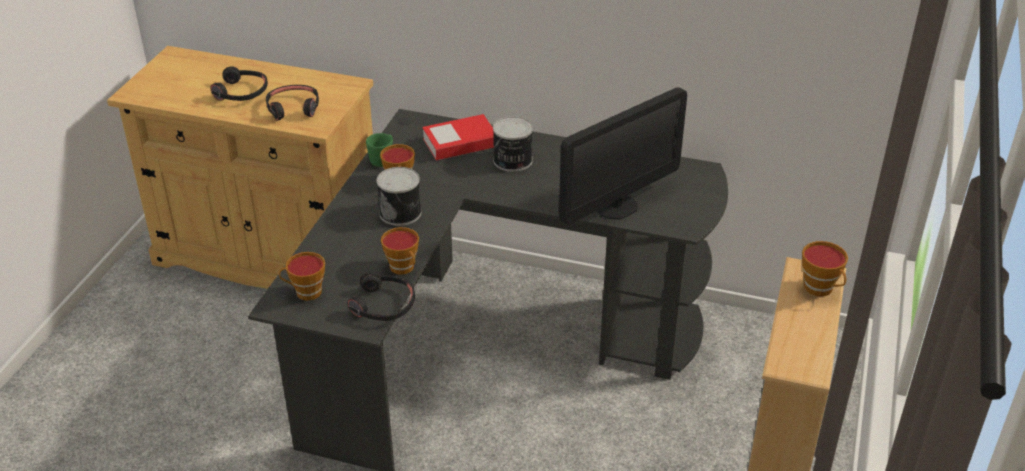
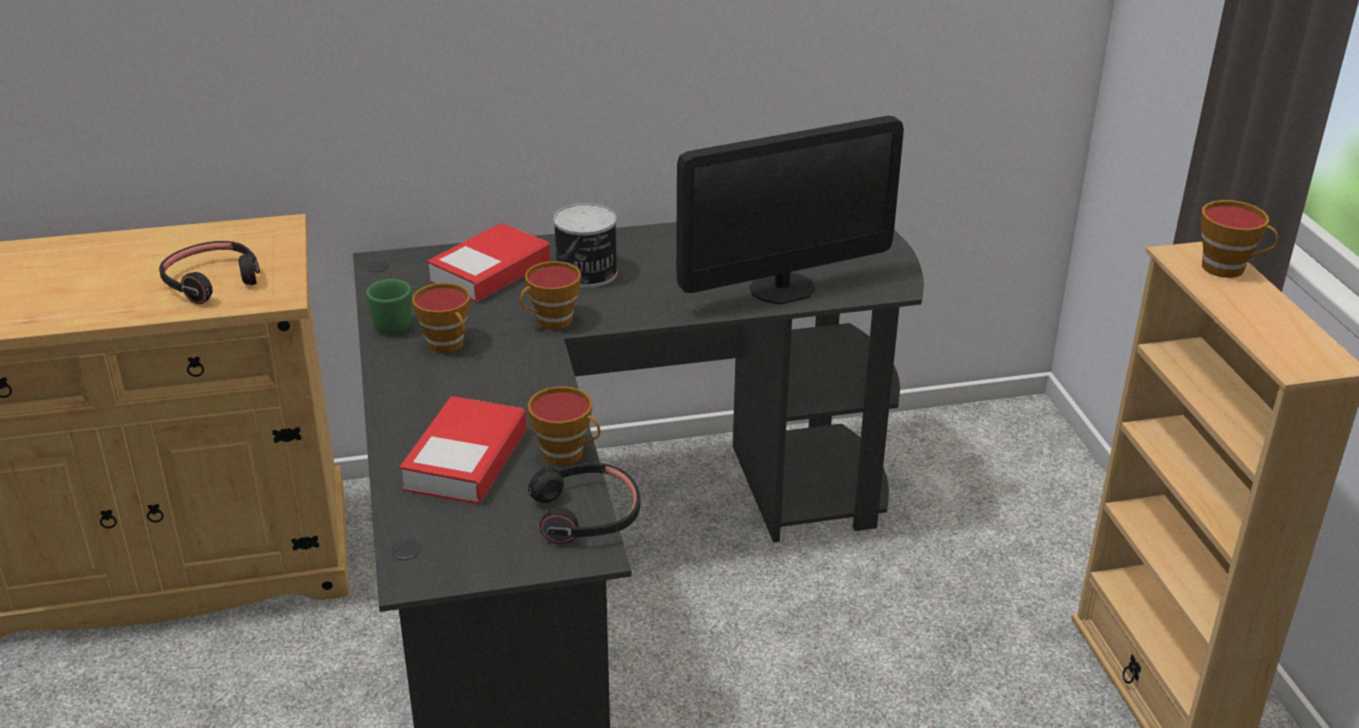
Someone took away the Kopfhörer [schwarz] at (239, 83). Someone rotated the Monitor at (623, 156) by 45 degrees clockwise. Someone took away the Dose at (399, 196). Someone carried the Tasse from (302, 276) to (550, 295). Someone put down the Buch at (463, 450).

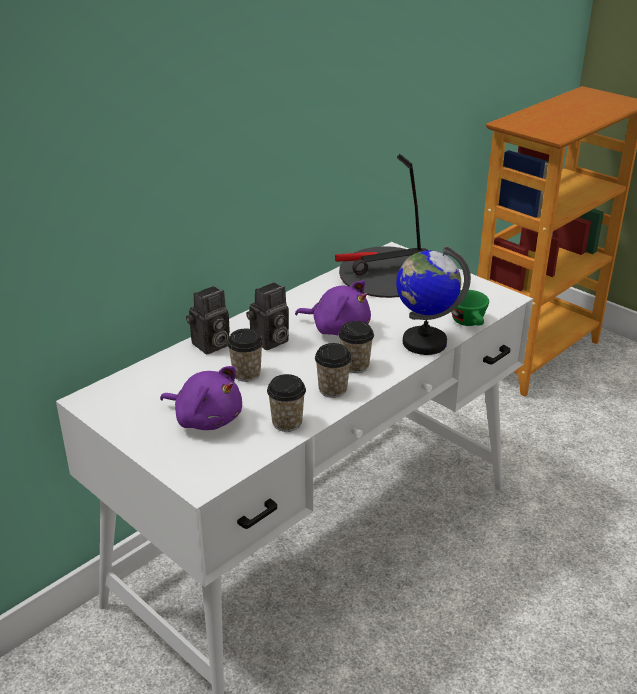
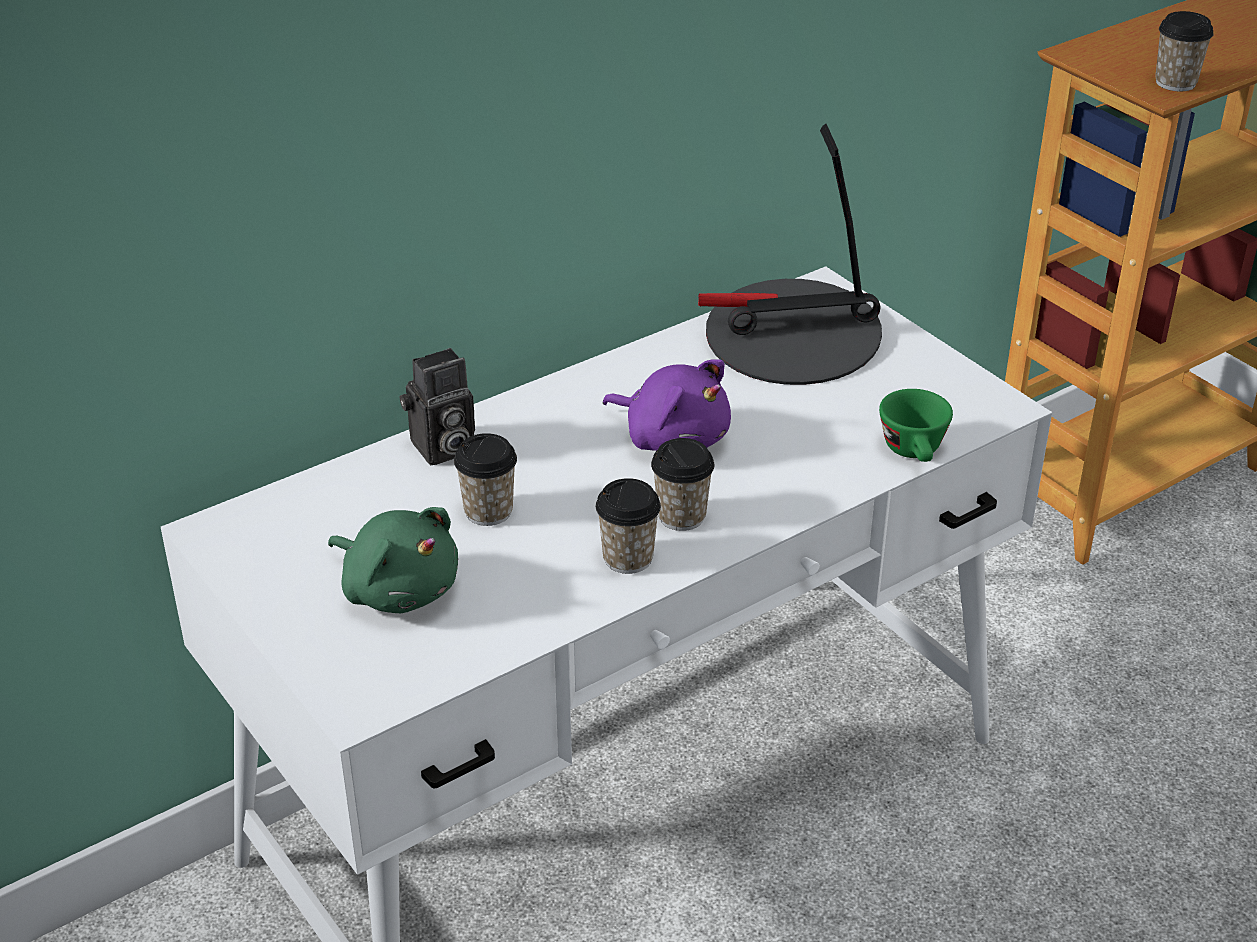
Someone took away the Globus at (433, 300). Someone took away the Kamera at (267, 316). Someone repainted the Plüschtier [lila] at (201, 398), which became the Plüschtier [grün] at (393, 560). Someone carried the Tasse from (286, 403) to (1184, 51).

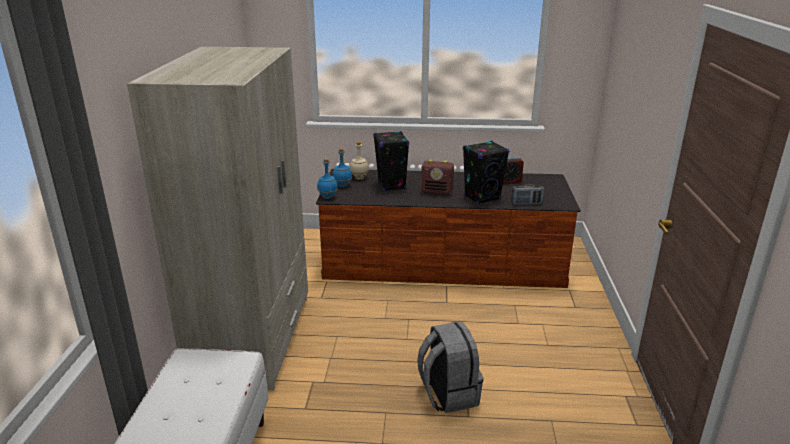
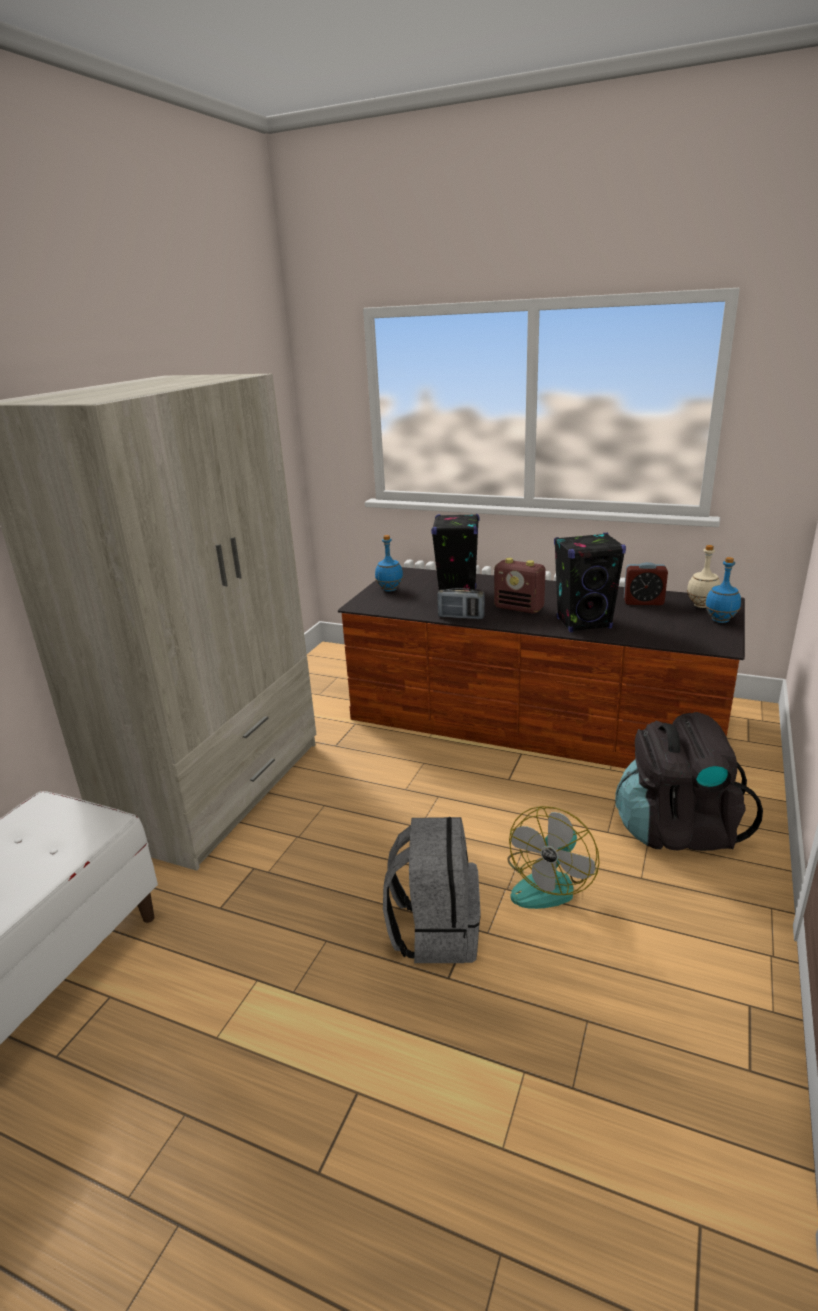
Someone carried the Flasche [beige] from (359, 161) to (704, 576). Someone carried the Flasche [blau] from (327, 179) to (723, 590). Someone carried the Radio from (527, 195) to (461, 603). Someone put down the Rucksack [schwarz] at (689, 781). Someone put down the Ventilator at (553, 857).

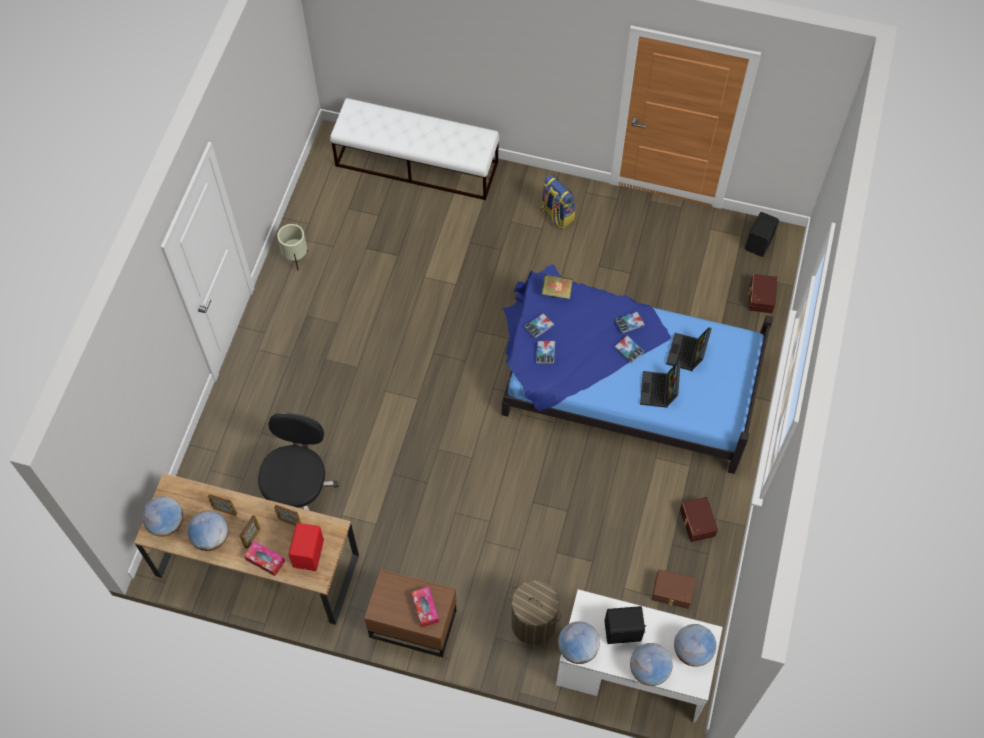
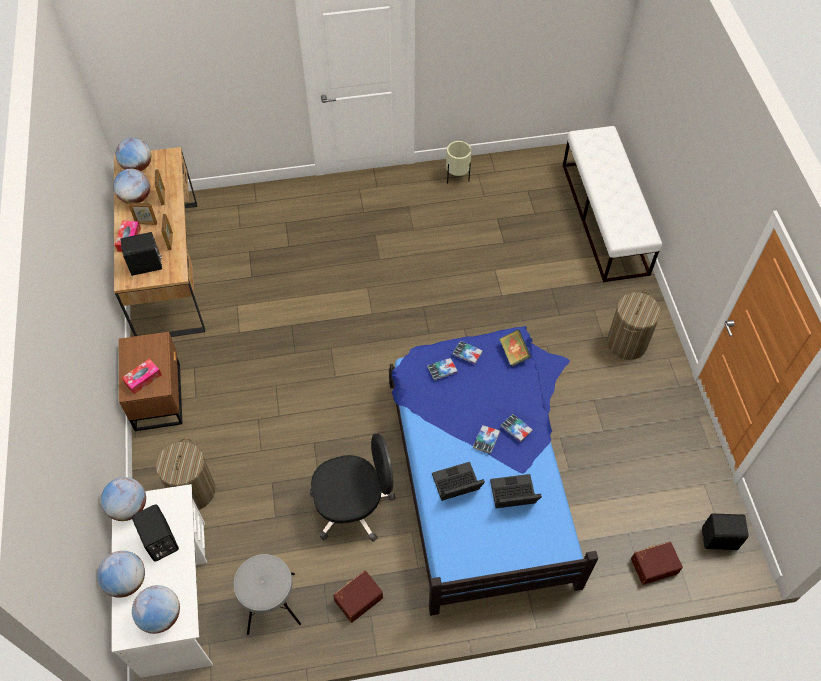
Someone swapped the Rucksack at (557, 201) for the Wäschekorb at (634, 325). Someone carried the Bürostuhl [schwarz] from (298, 461) to (352, 487). Someone repainted the Lautsprecher [rot] at (306, 547), which became the Lautsprecher [schwarz] at (141, 254). Someone swapped the Aufbewahrungsbox [braun] at (674, 589) for the Hocker [grau] at (267, 594).

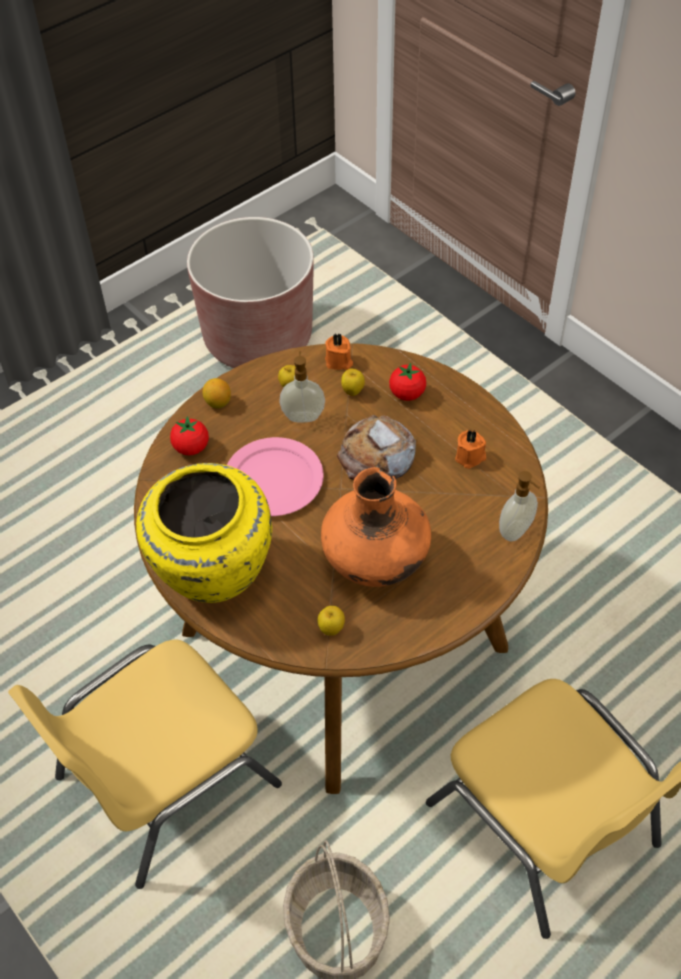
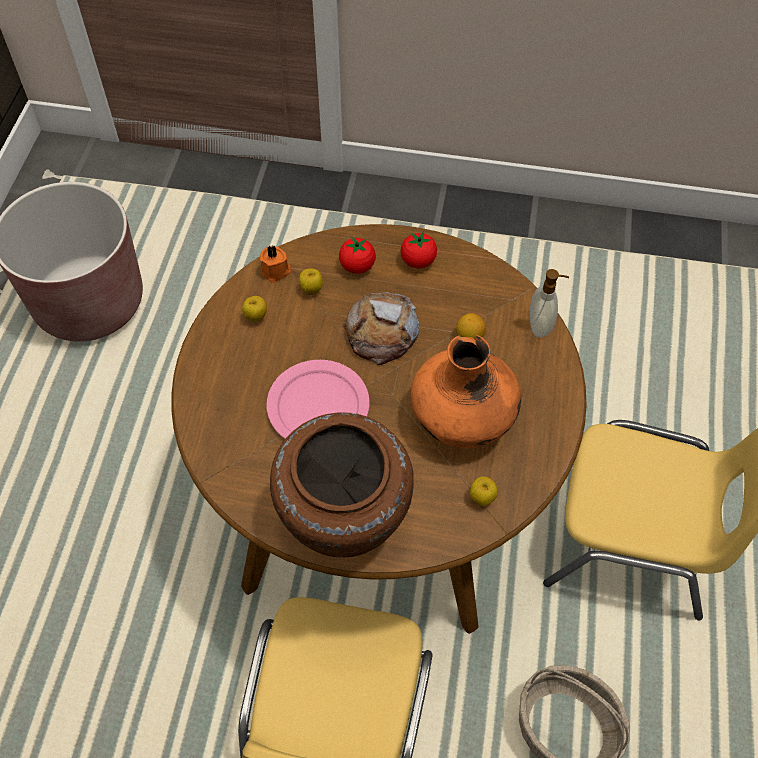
Someone took away the Seifenspender at (302, 386). Someone carried the Zitrone from (216, 393) to (471, 326). Someone carried the Tomate from (189, 435) to (419, 249). Someone took away the Kerze [orange] at (470, 449). Someone repainted the Vase [gelb] at (204, 533), which became the Vase [braun] at (342, 484).

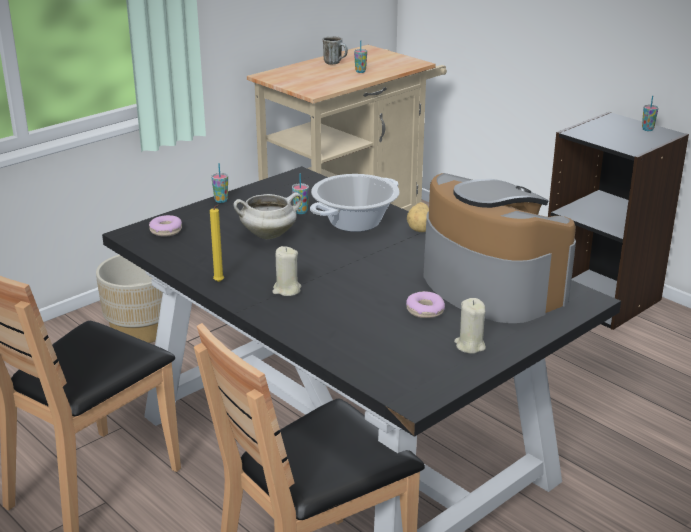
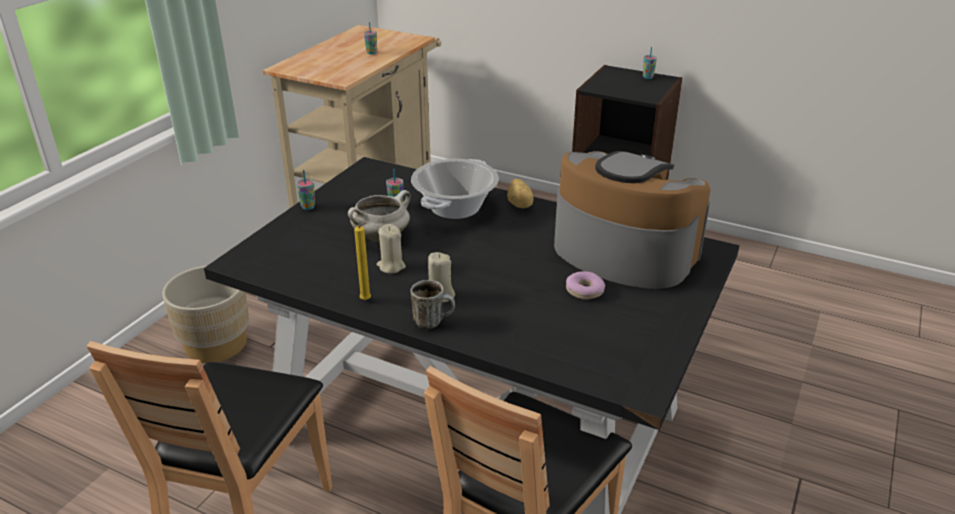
Someone carried the Henkelbecher from (335, 50) to (432, 304). Someone took away the Donut at (165, 226). Someone carried the Kerze [beige] from (470, 326) to (391, 248).

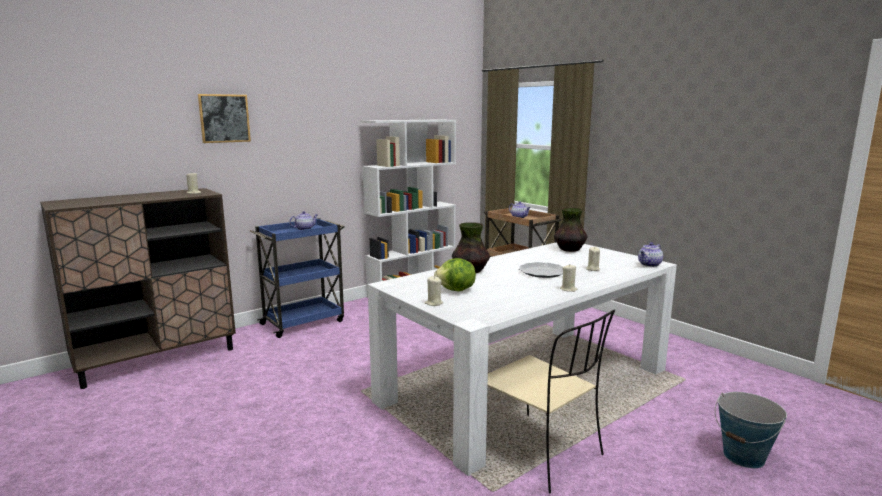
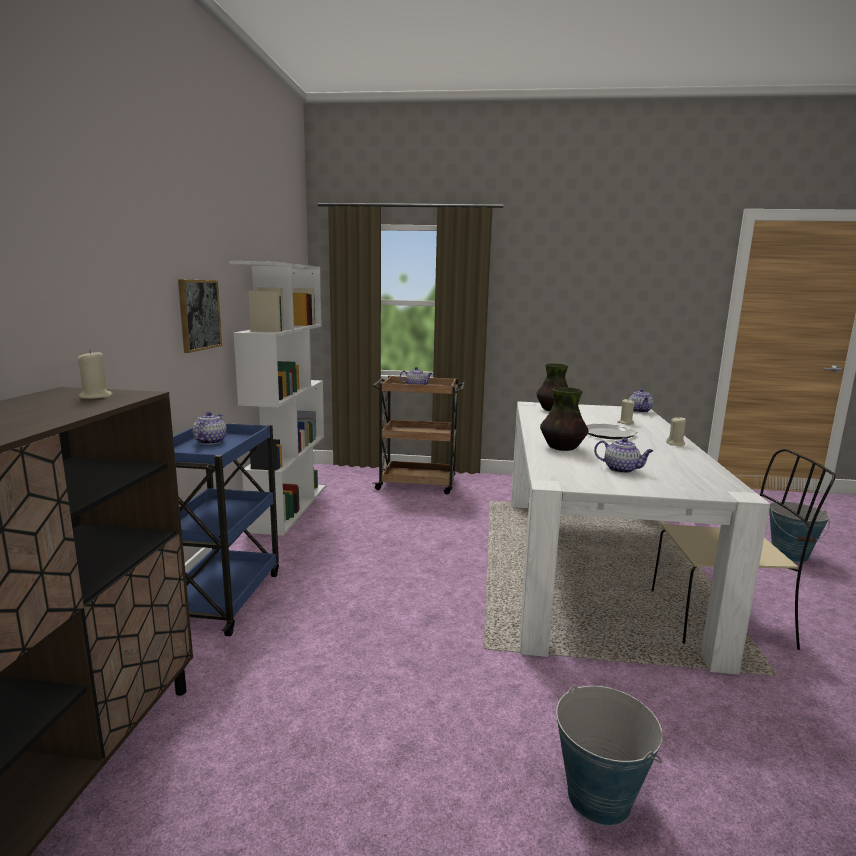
Someone carried the Bild from (224, 118) to (200, 316). Someone swapped the Salatkopf at (455, 274) for the Teekanne at (623, 455). Someone took away the Kerze [beige] at (434, 291). Someone put down the Eimer at (609, 756).

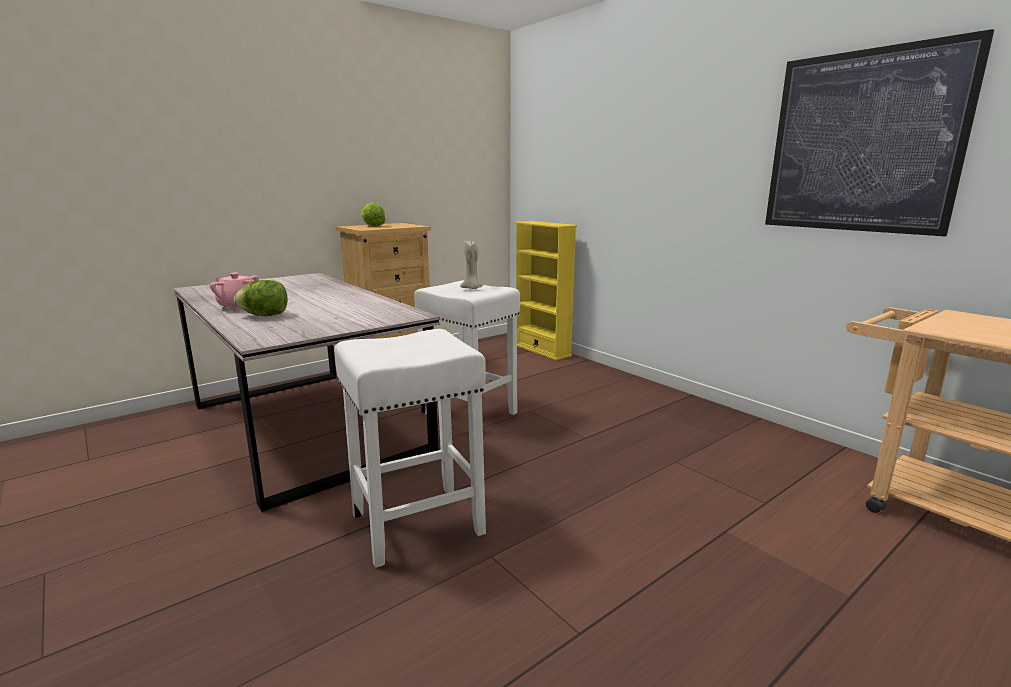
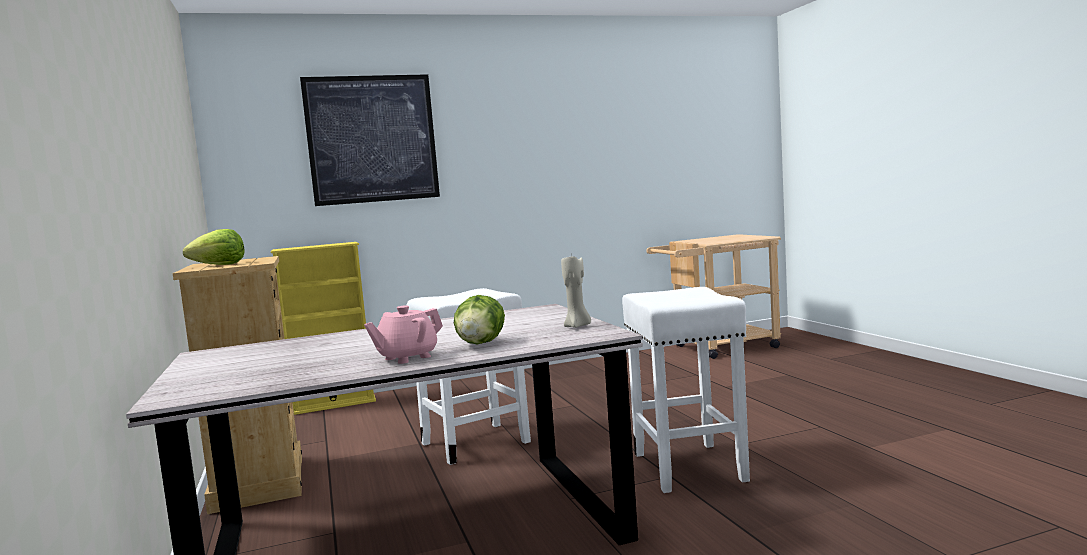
Someone carried the Bild from (879, 132) to (370, 140). Someone carried the Kerze [beige] from (471, 265) to (576, 292).

